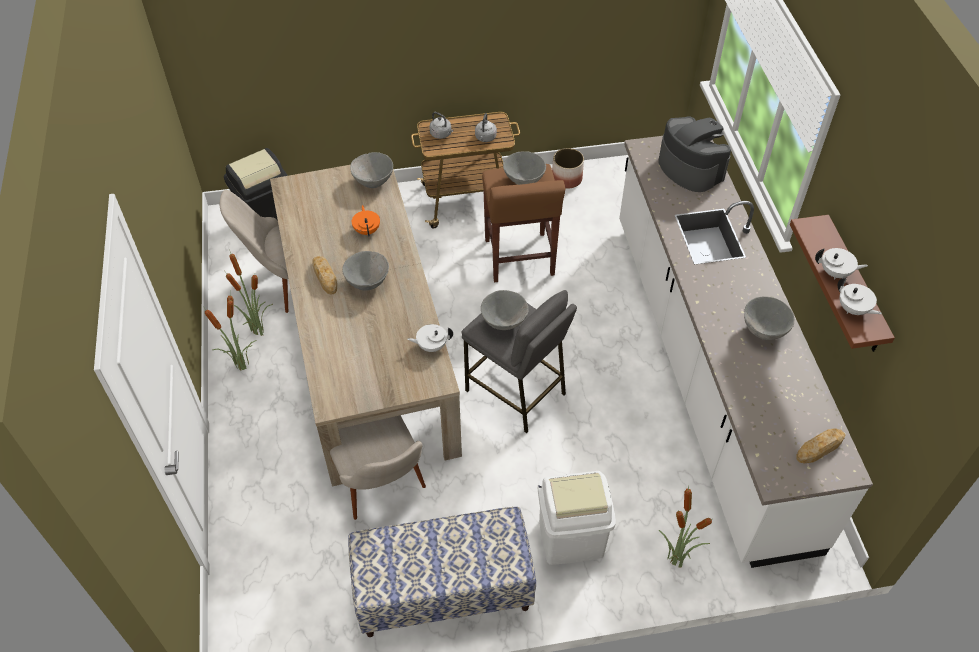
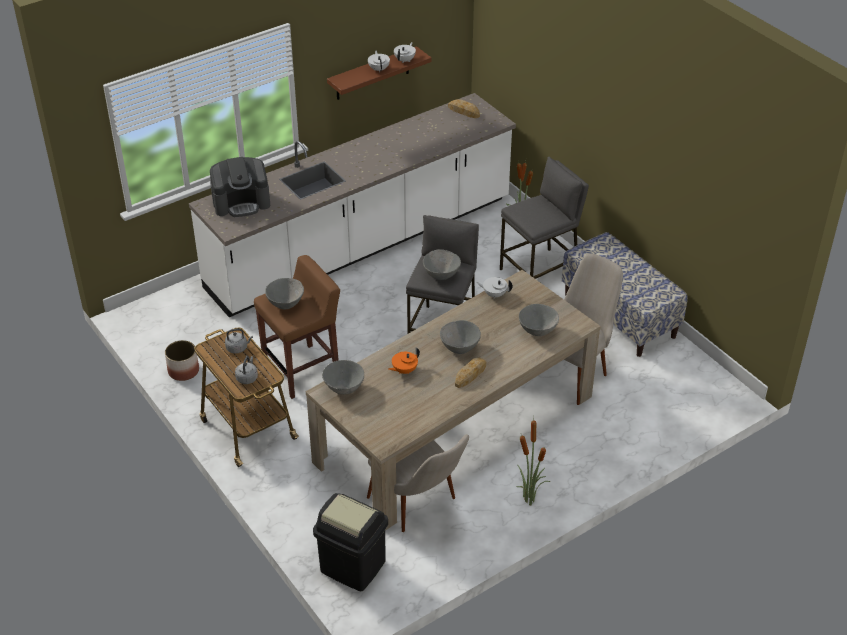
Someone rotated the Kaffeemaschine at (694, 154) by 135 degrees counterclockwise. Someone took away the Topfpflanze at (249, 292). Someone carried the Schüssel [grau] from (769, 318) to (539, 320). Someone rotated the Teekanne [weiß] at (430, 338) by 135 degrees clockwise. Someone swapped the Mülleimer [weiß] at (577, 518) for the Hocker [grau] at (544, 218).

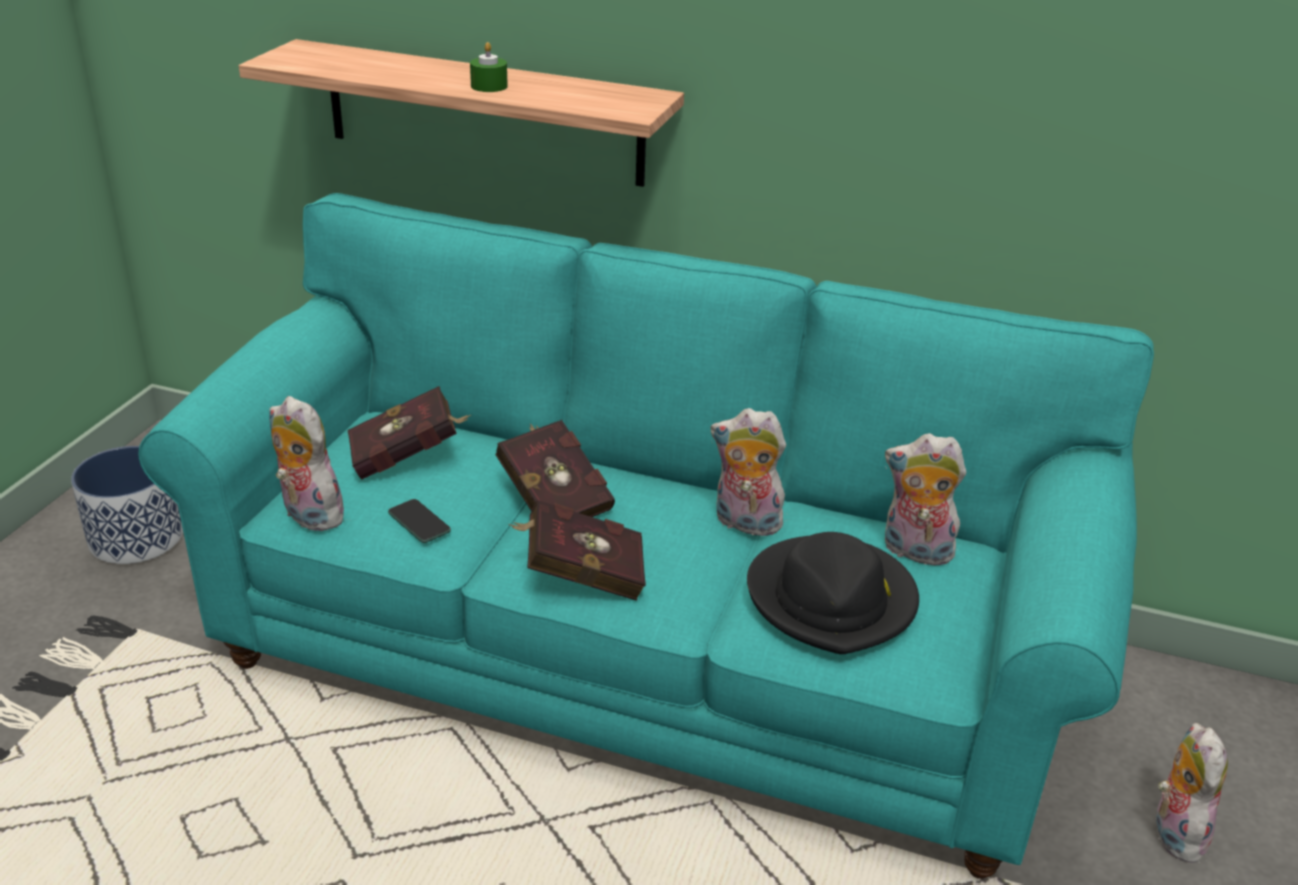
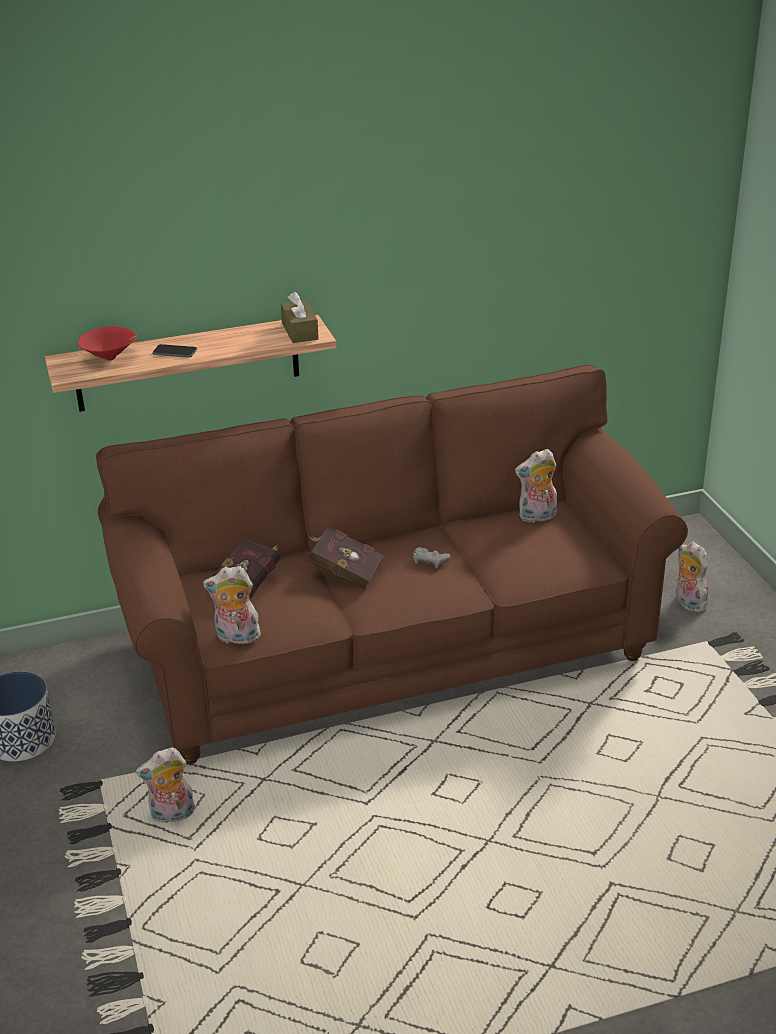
Someone took away the Kerze [grün] at (489, 67). Someone repainted the Sofa [türkis] at (646, 536), which became the Sofa [braun] at (392, 564). Someone carried the Plüschtier from (748, 473) to (165, 785). Someone carried the Handy from (419, 521) to (174, 351). Someone took away the Buch [rot] at (577, 550). Someone took away the Hut [schwarz] at (833, 593). Someone put down the Taschentuchbox [braun] at (300, 317). Someone put down the Schüssel [rot] at (107, 343). Someone put down the Gamepad [grau] at (432, 557).

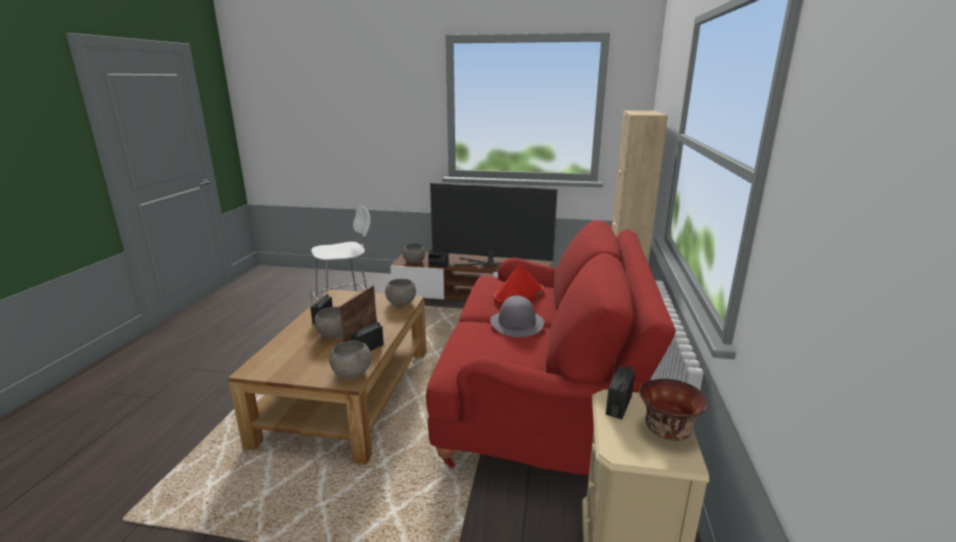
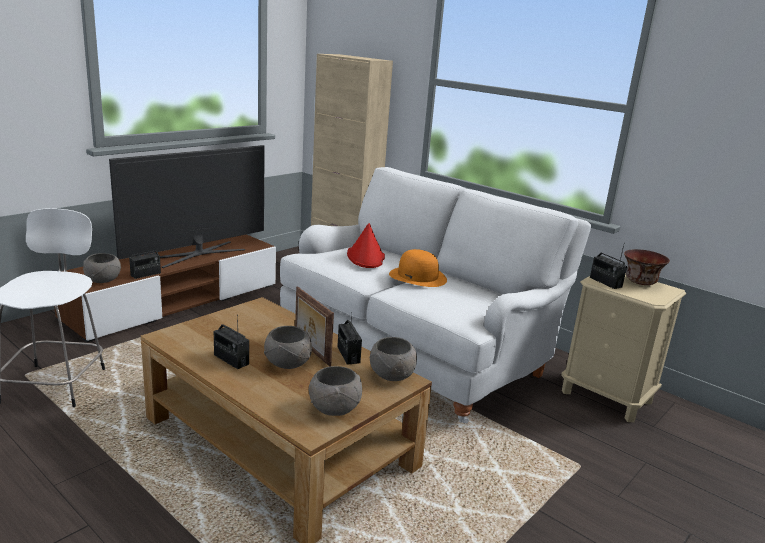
Someone repainted the Sofa [rot] at (551, 347), which became the Sofa [weiß] at (435, 295). Someone carried the Schüssel [grau] from (400, 292) to (335, 391). Someone repainted the Hut [grau] at (517, 316), which became the Hut [orange] at (418, 268).

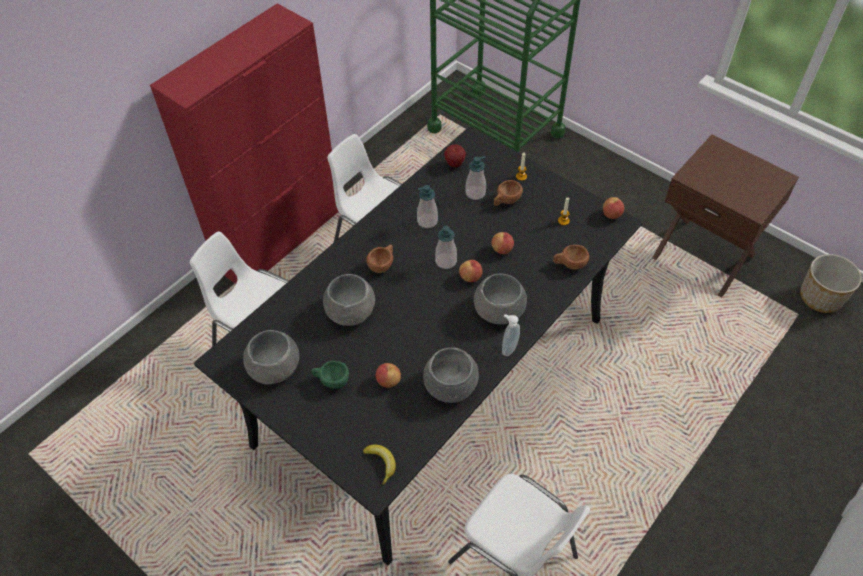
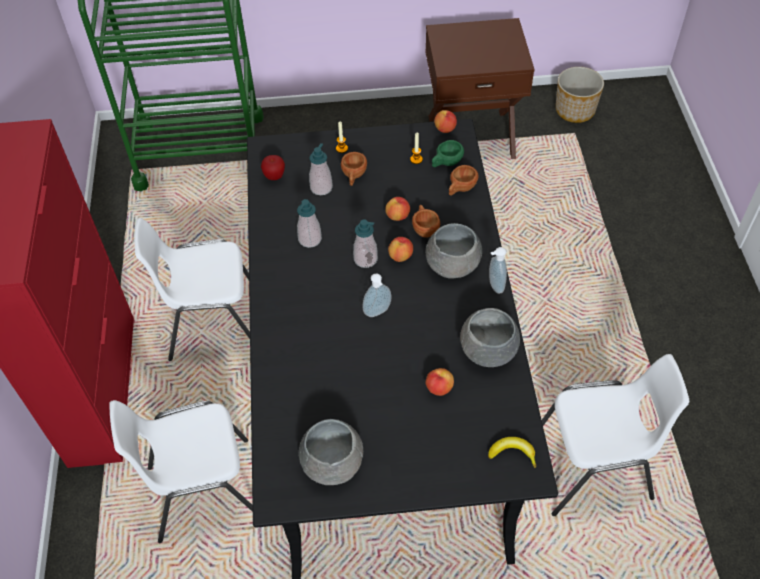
Someone carried the Tasse [braun] from (380, 259) to (426, 221). Someone took away the Schüssel [grau] at (349, 300). Someone carried the Tasse [grün] from (330, 375) to (448, 153). Someone put down the Seifenspender at (376, 295).

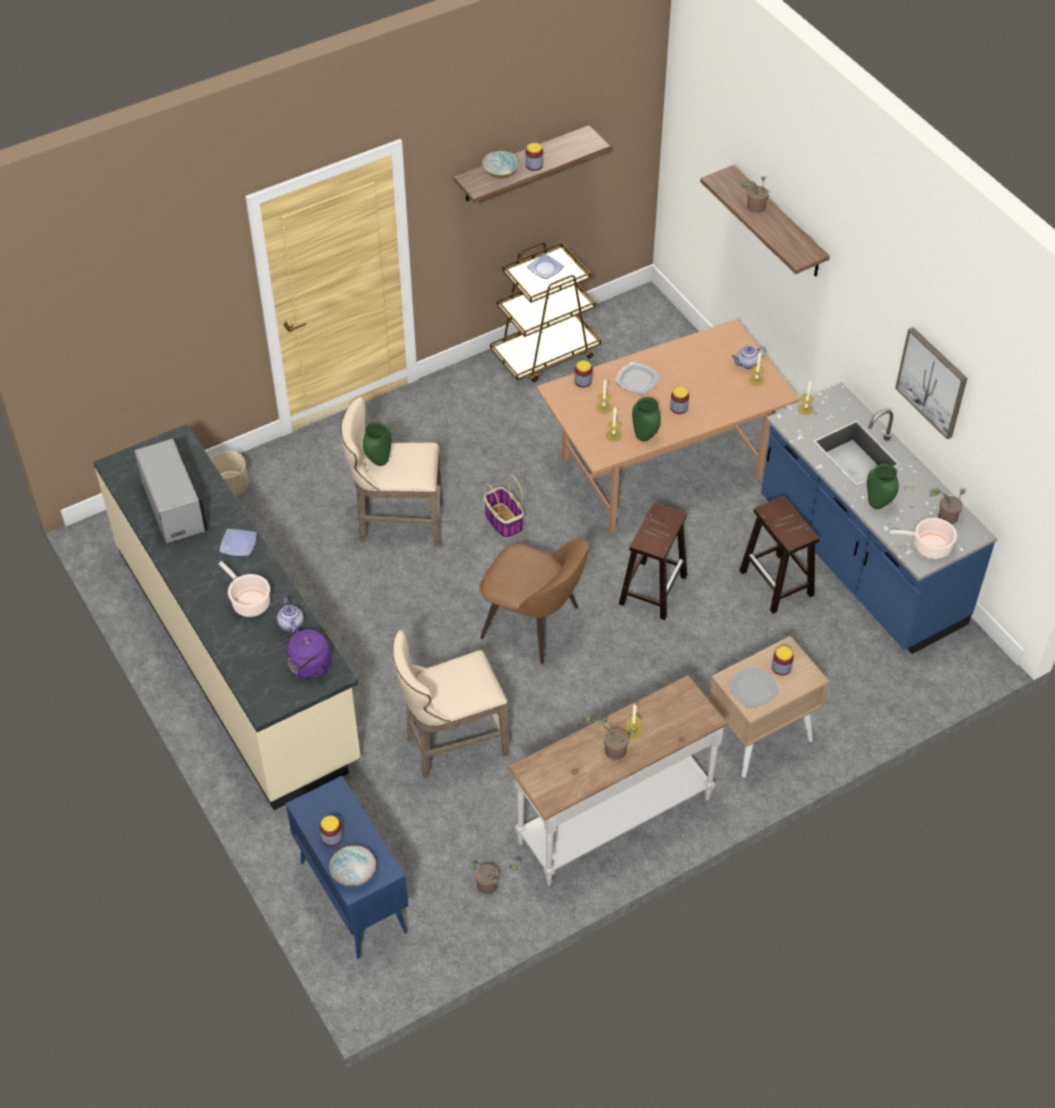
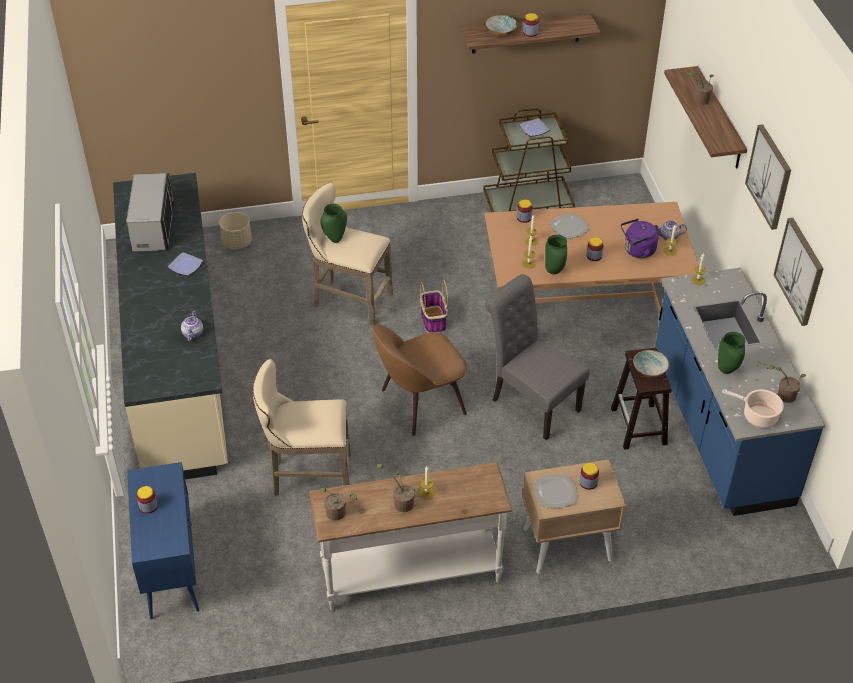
Someone swapped the Hocker [braun] at (653, 561) for the Stuhl [grau] at (537, 357). Someone rotated the Stuhl [braun] at (534, 601) by 105 degrees clockwise. Someone took away the Kochtopf at (244, 589). Someone carried the Wasserkessel [lila] from (304, 654) to (639, 238). Someone carried the Schüssel from (353, 866) to (651, 363). Someone carried the Topfpflanze from (493, 879) to (338, 504). Someone put up the Bild at (768, 177).

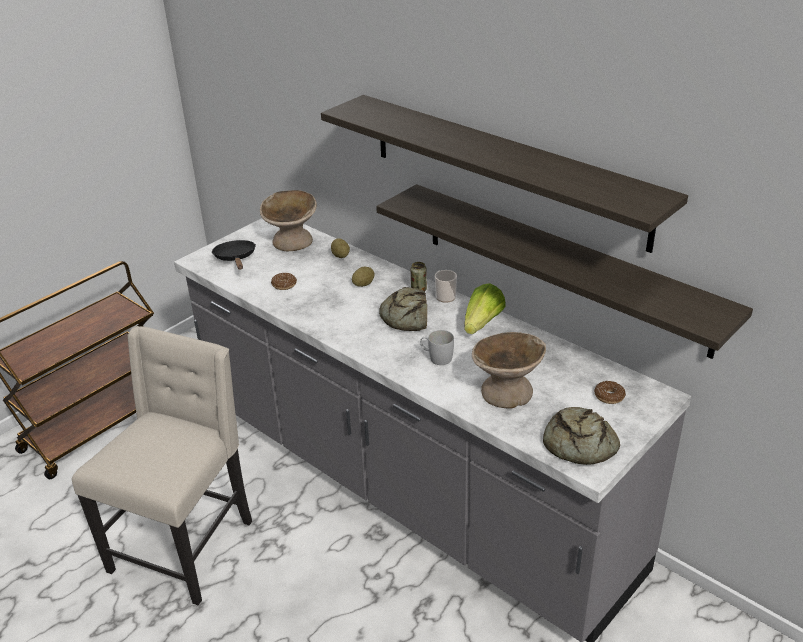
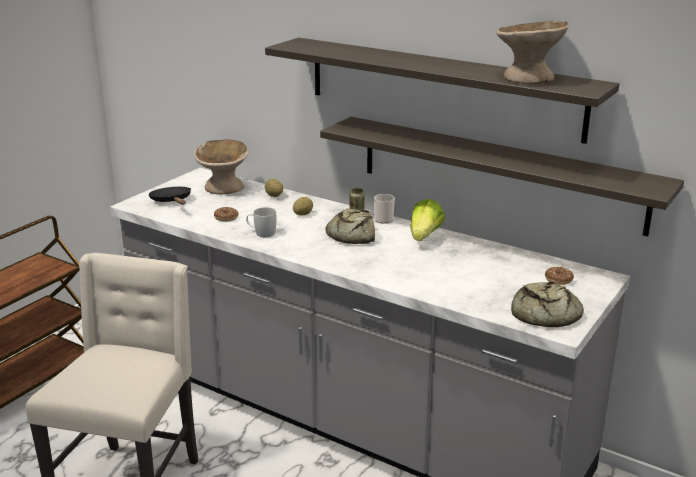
Someone carried the Henkelbecher [weiß] from (437, 347) to (261, 222). Someone carried the Schüssel [beige] from (509, 370) to (532, 52).

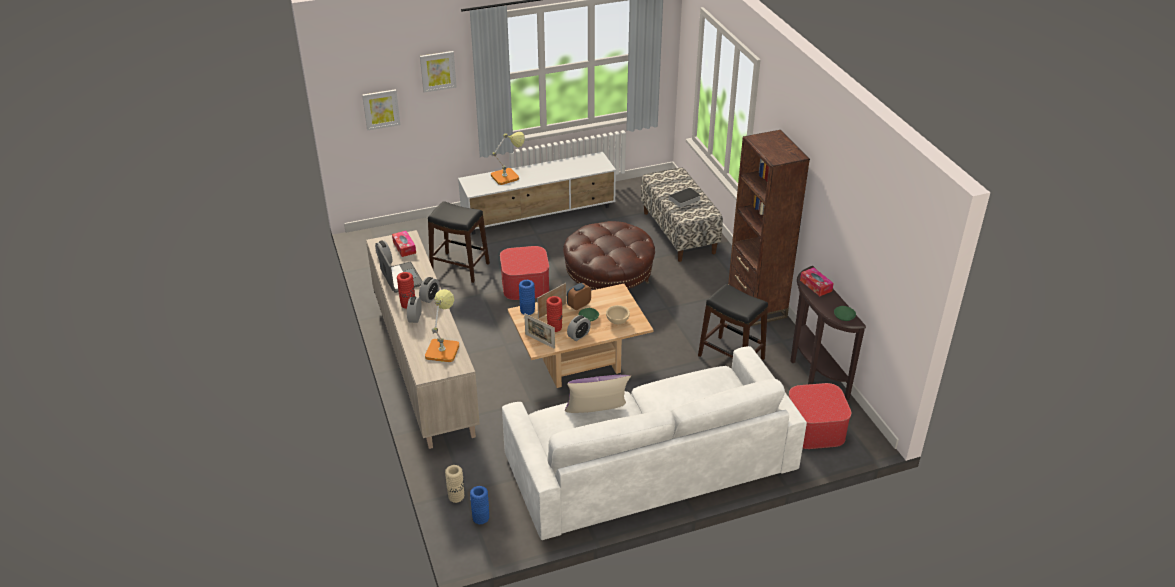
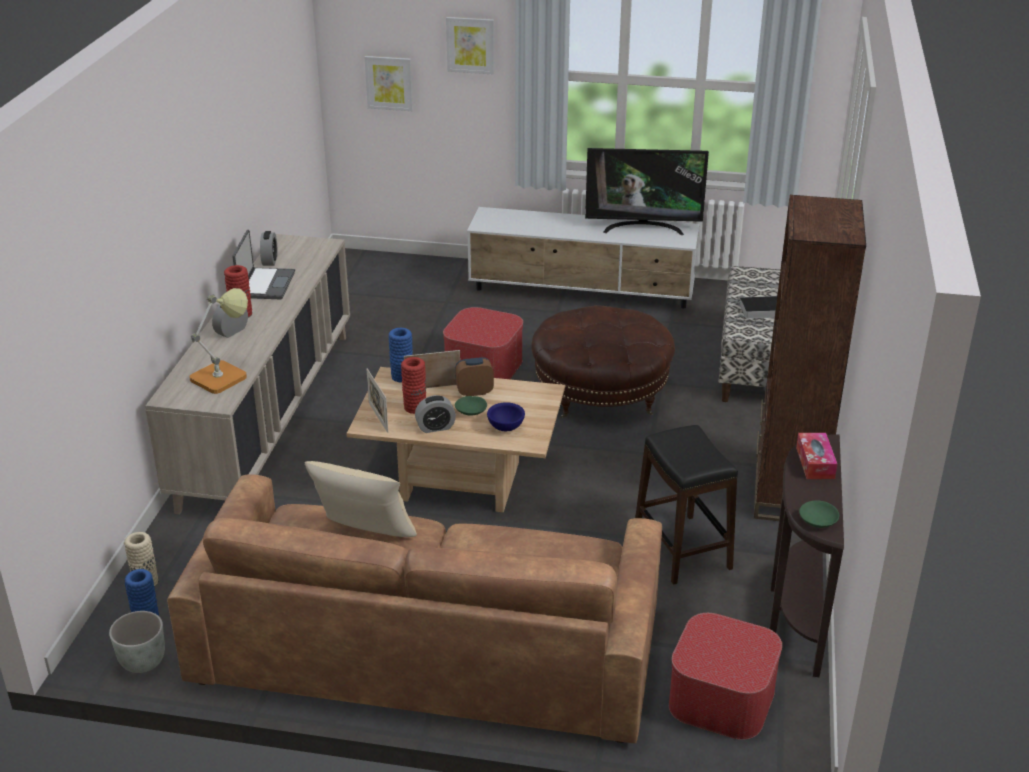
Someone took away the Tischlampe at (508, 158). Someone took away the Hocker [schwarz] at (459, 242). Someone took away the Taschentuchbox at (404, 244). Someone took away the Wecker at (429, 290). Someone repainted the Schüssel [beige] at (618, 314), which became the Schüssel [blau] at (506, 416). Someone repainted the Sofa [weiß] at (654, 443), which became the Sofa [braun] at (414, 608). Someone repainted the Kissen [lila] at (598, 394), which became the Kissen [beige] at (360, 499). Someone put down the Fernseher at (647, 191). Someone put down the Pflanzkübel [grau] at (137, 642).

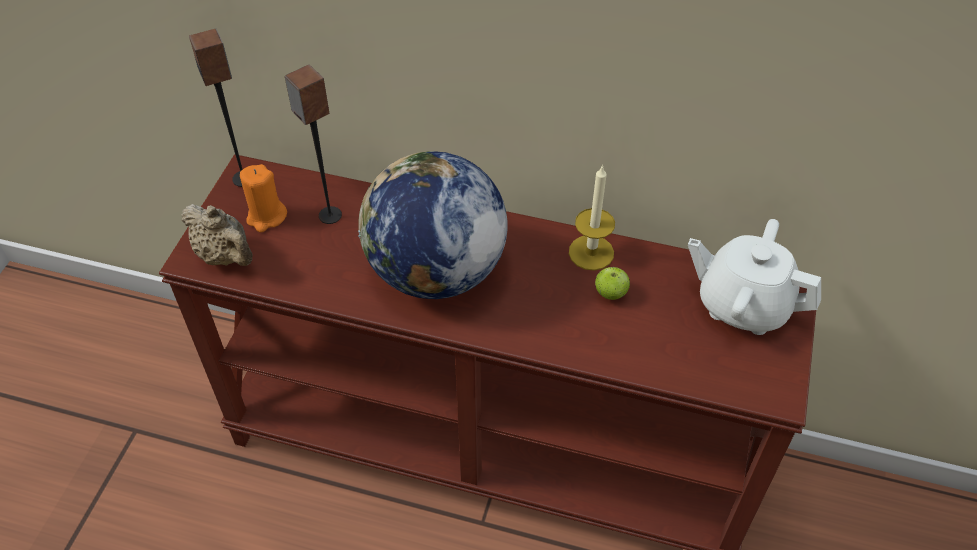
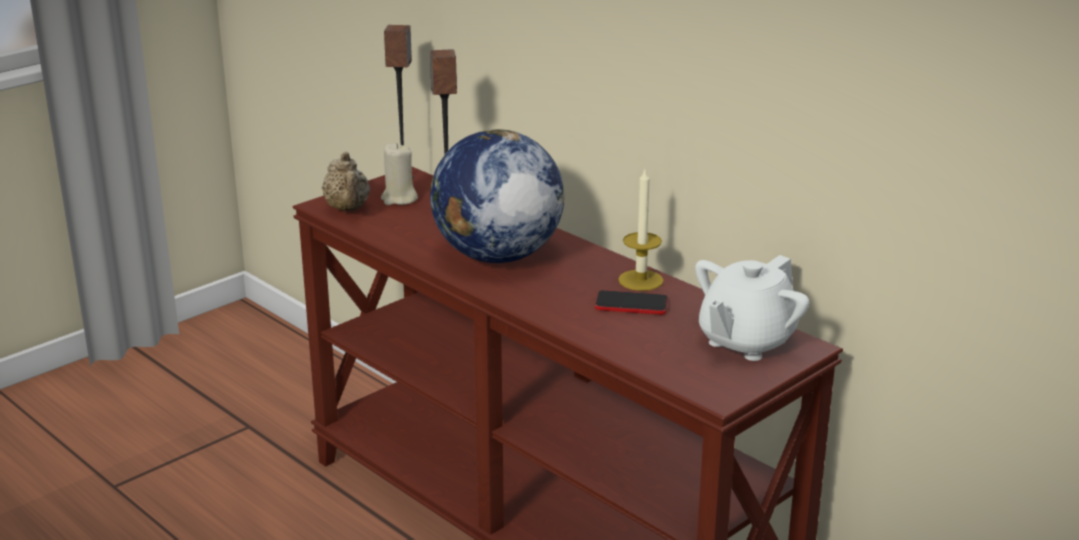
Someone repainted the Kerze [orange] at (263, 198), which became the Kerze [beige] at (399, 174). Someone rotated the Teekanne [weiß] at (754, 277) by 105 degrees counterclockwise. Someone swapped the Apfel at (612, 283) for the Handy at (631, 302).

